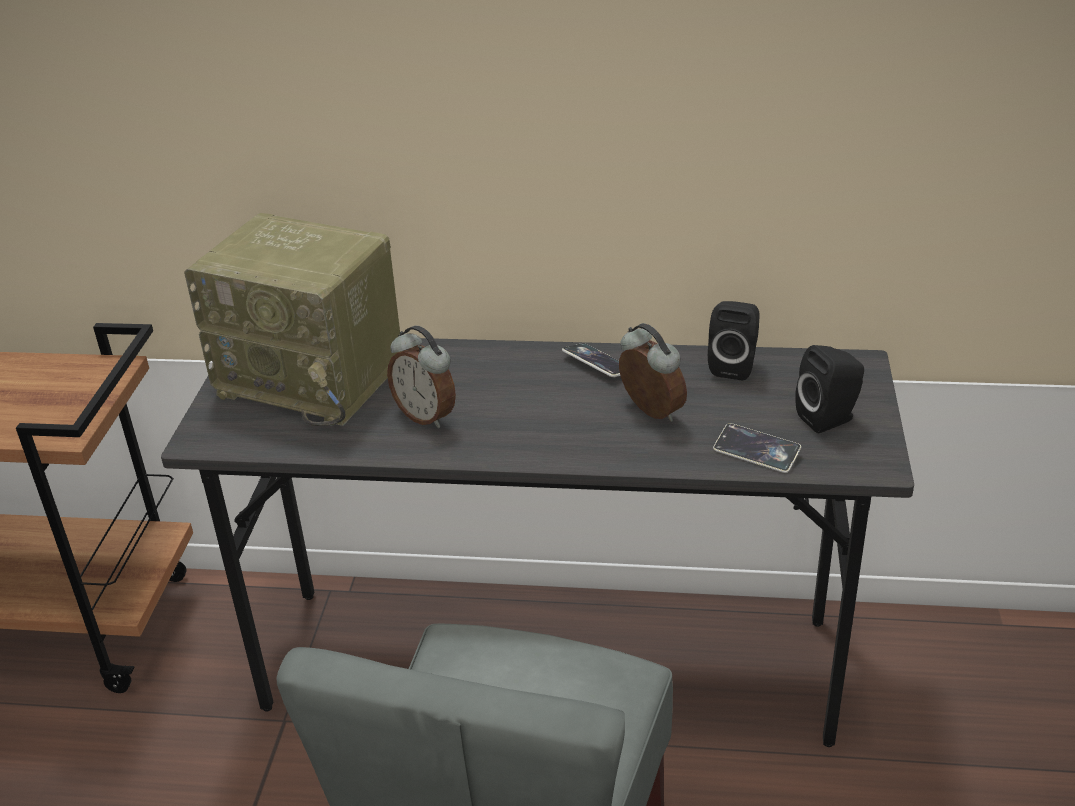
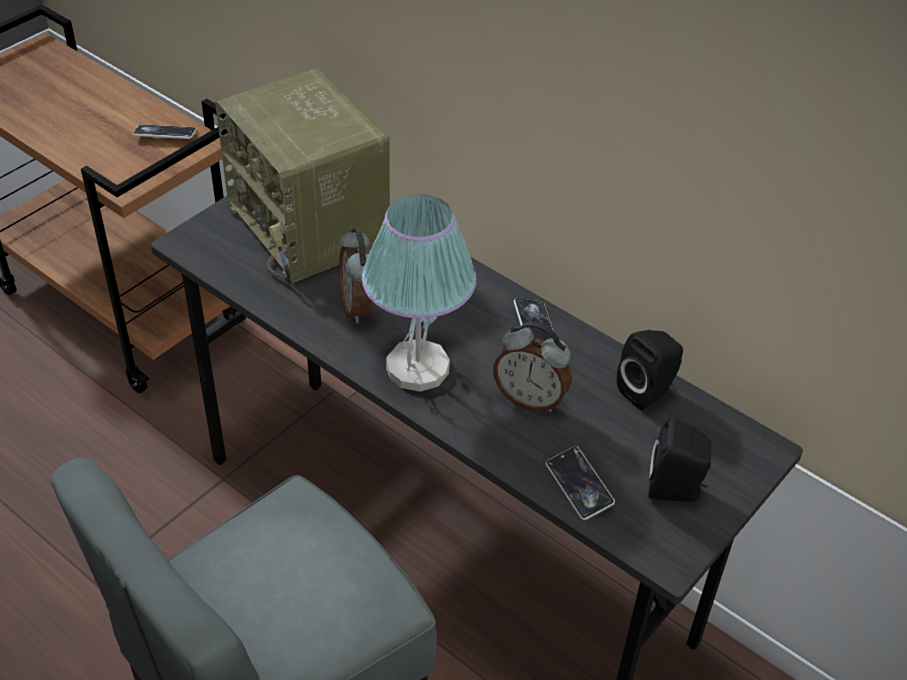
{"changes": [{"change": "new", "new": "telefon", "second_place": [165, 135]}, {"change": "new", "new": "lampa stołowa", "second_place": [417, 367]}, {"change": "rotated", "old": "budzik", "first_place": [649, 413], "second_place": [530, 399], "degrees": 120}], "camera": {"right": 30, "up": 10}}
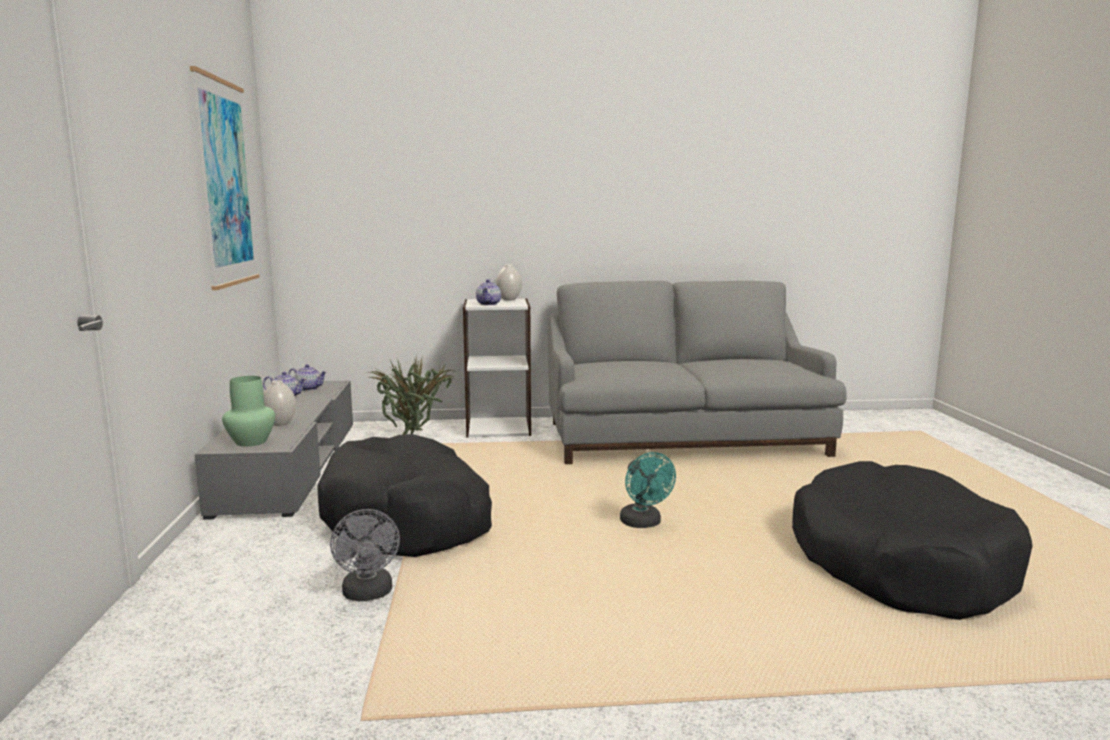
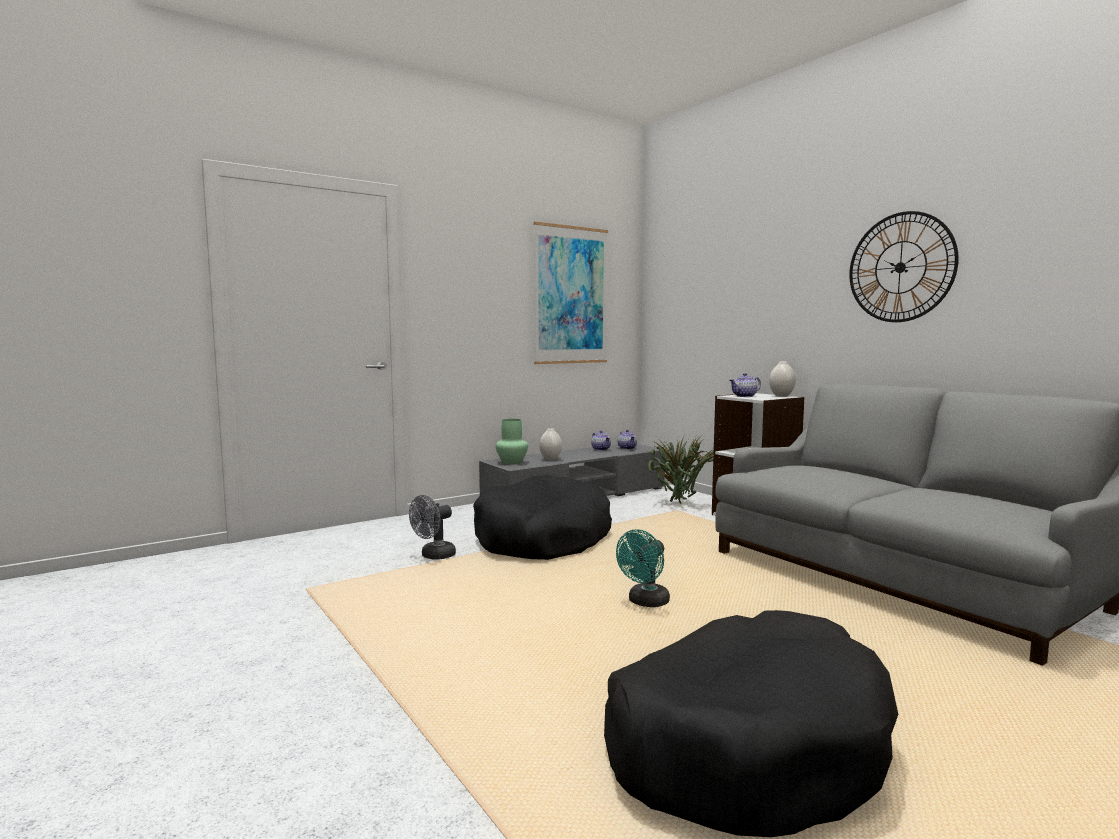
{"changes": [{"change": "new", "new": "zegar ścienny", "second_place": [900, 267]}], "camera": {"right": 60, "up": -5}}
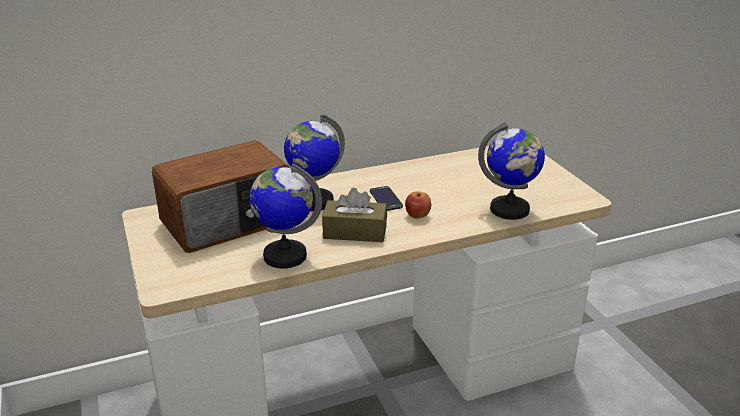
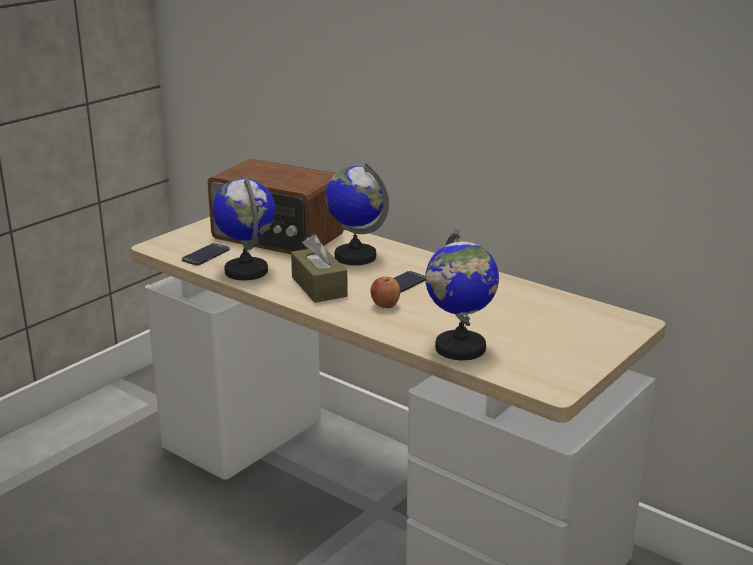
{"changes": [{"change": "new", "new": "telefon", "second_place": [206, 255]}], "camera": {"right": 60, "up": -5}}
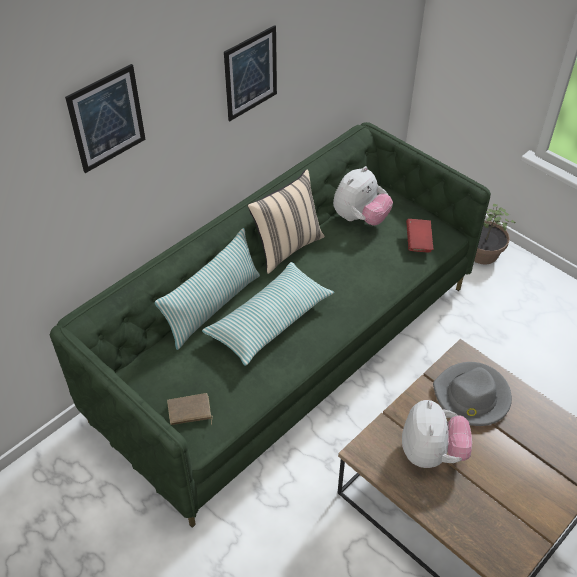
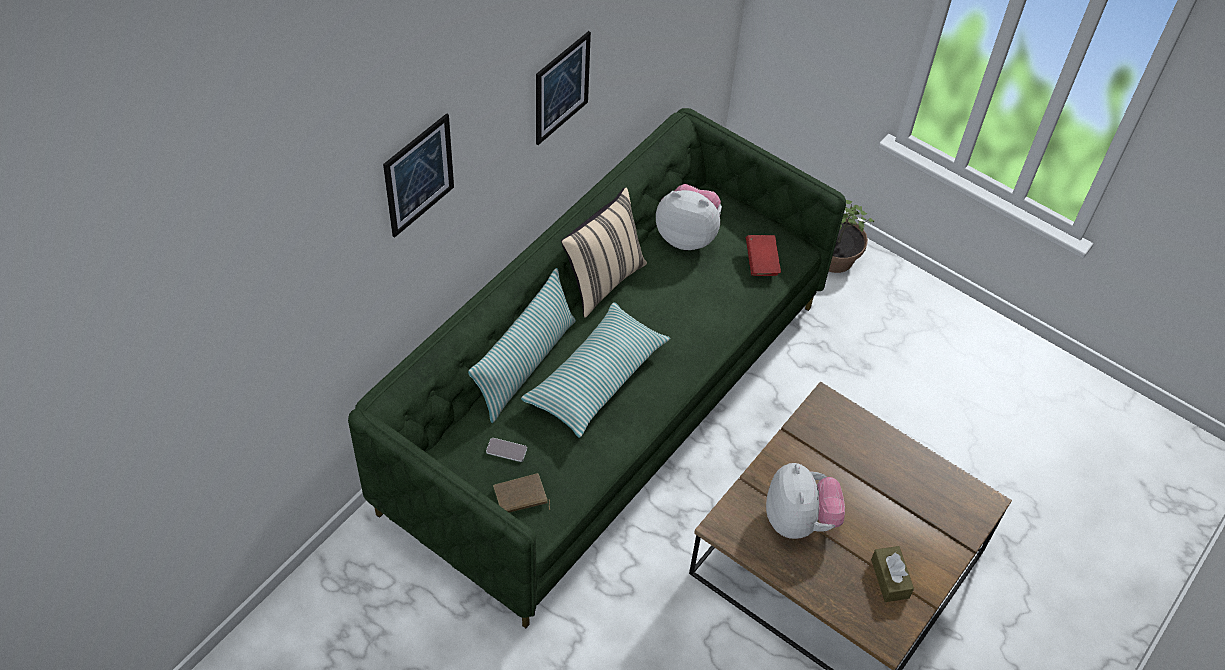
{"changes": [{"change": "new", "new": "telefon", "second_place": [506, 450]}, {"change": "rotated", "old": "pluszak", "first_place": [360, 218], "second_place": [687, 235], "degrees": -105}, {"change": "new", "new": "pudełko chusteczek (brązowy)", "second_place": [890, 578]}, {"change": "gone", "old": "kapelusz (szary)", "first_place": [472, 396]}], "camera": {"right": -10, "up": 5}}
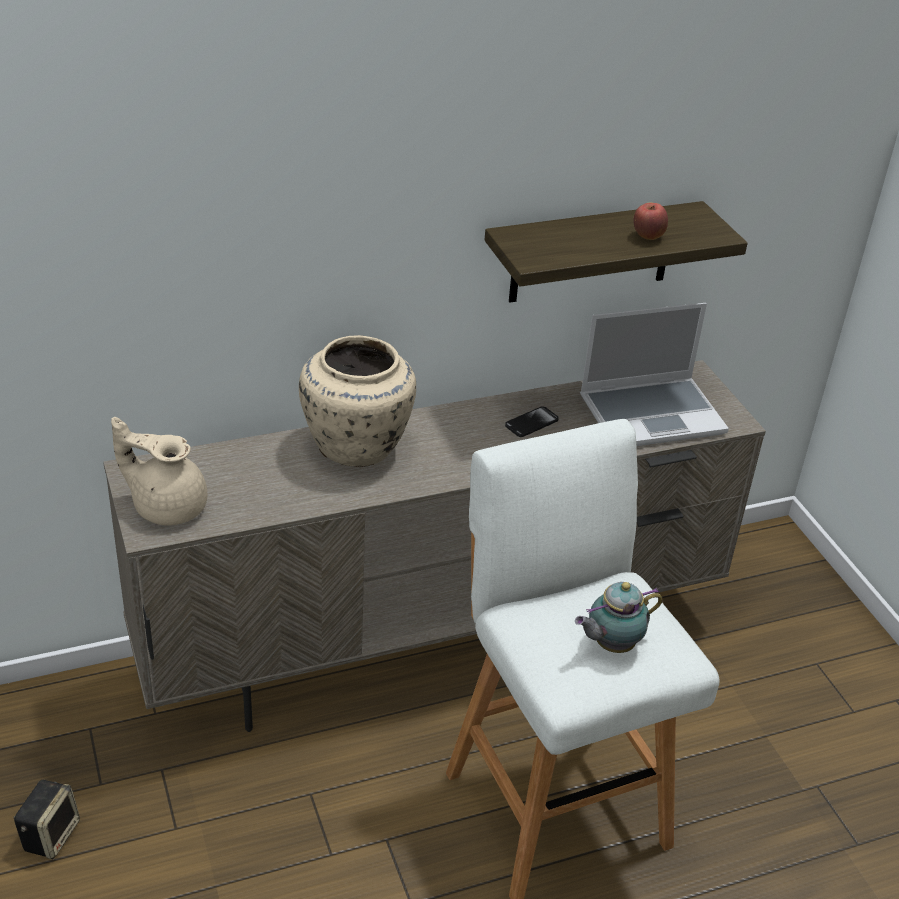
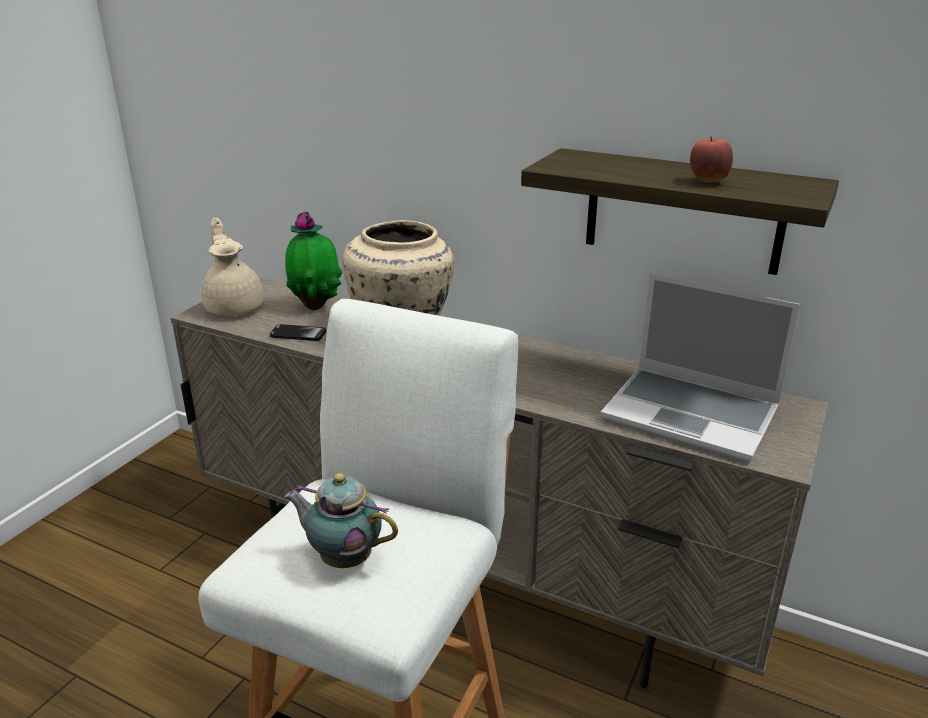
{"changes": [{"change": "shifted", "old": "telefon", "first_place": [531, 423], "second_place": [298, 334]}, {"change": "new", "new": "roślina doniczkowa", "second_place": [316, 306]}, {"change": "gone", "old": "głośnik", "first_place": [50, 834]}], "camera": {"right": 50, "up": -10}}
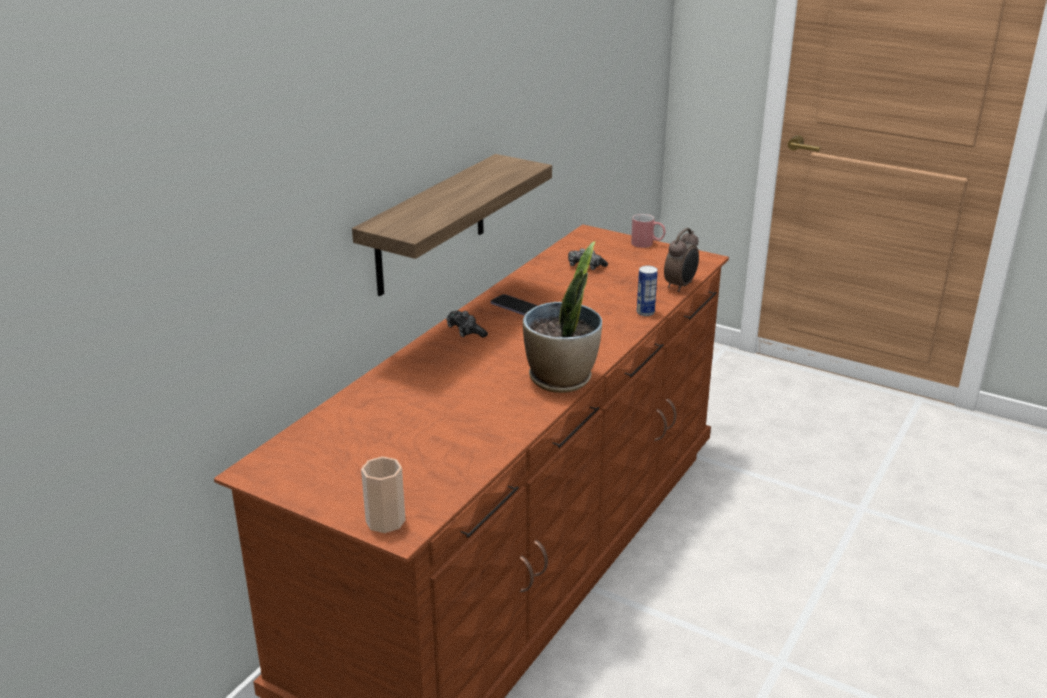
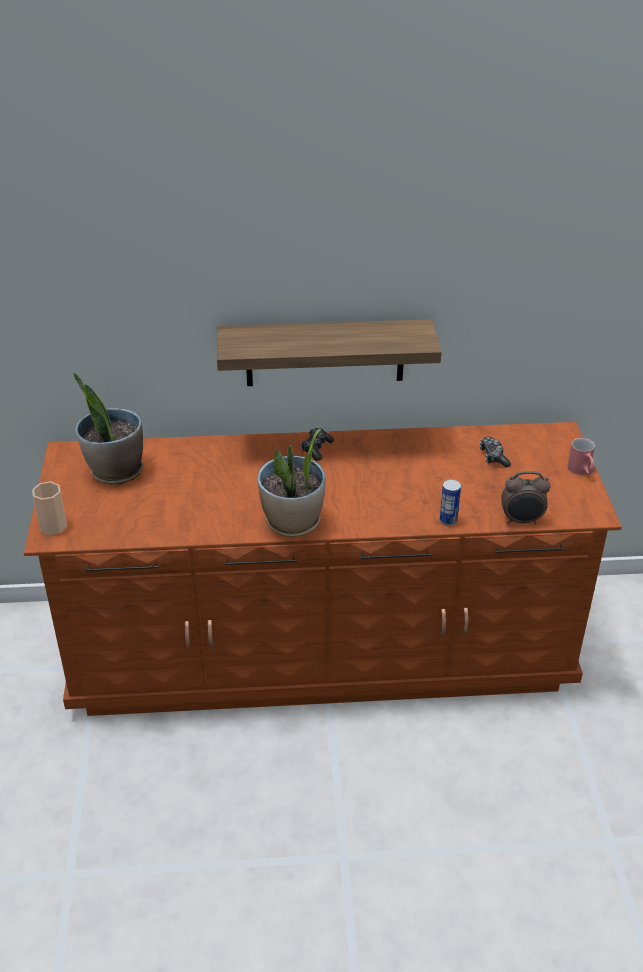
{"changes": [{"change": "new", "new": "roślina doniczkowa", "second_place": [115, 471]}, {"change": "gone", "old": "telefon", "first_place": [514, 306]}], "camera": {"right": 55, "up": 10}}
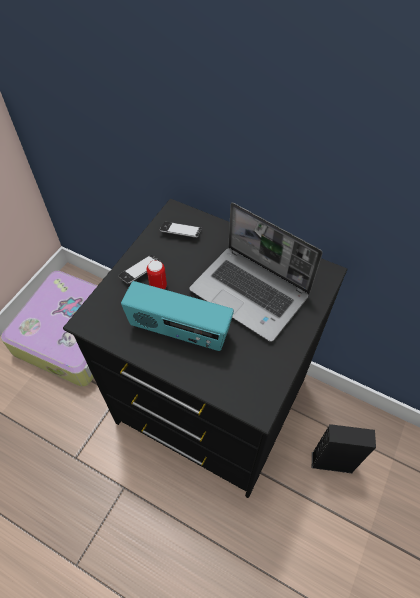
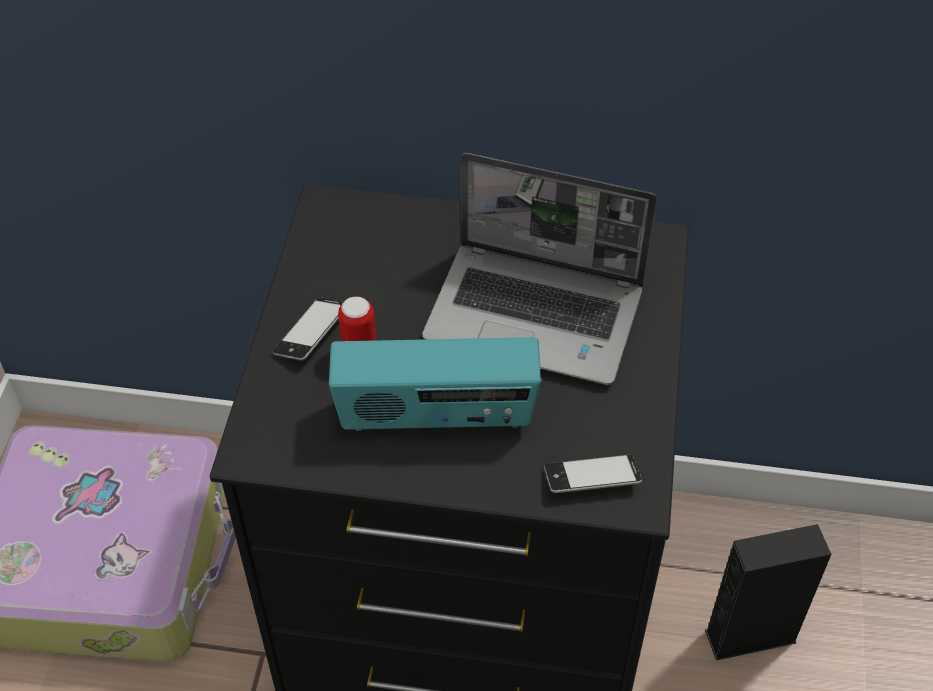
{"changes": [{"change": "shifted", "old": "telefon", "first_place": [180, 232], "second_place": [591, 478]}], "camera": {"right": -20, "up": -5}}
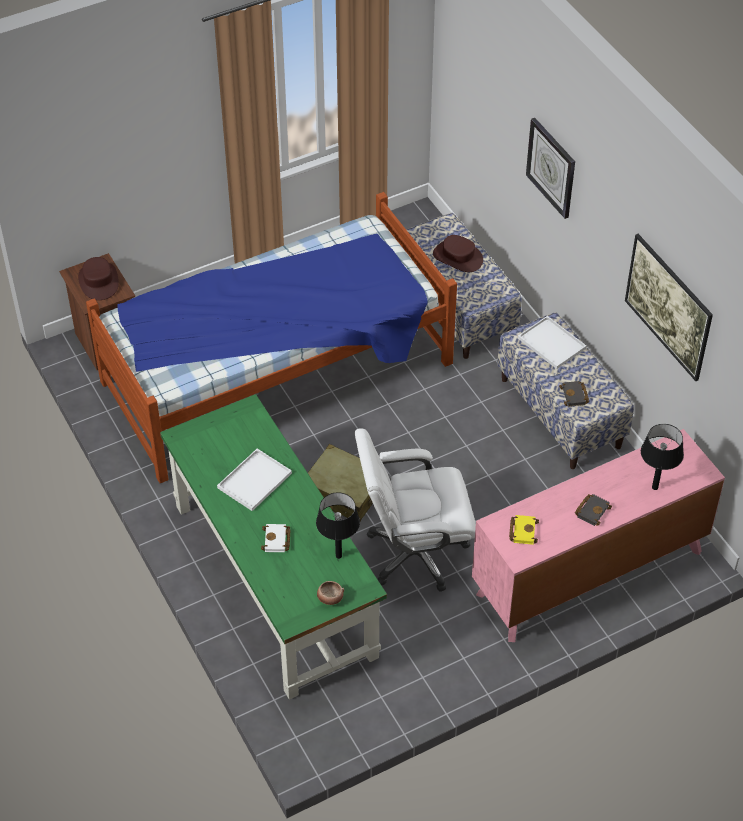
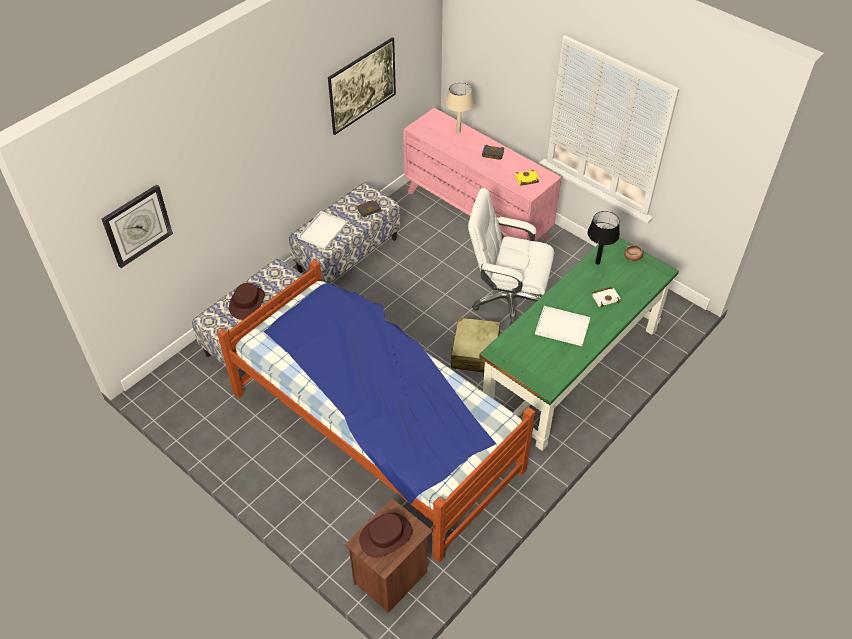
{"changes": [{"change": "shifted", "old": "zegar ścienny", "first_place": [551, 167], "second_place": [137, 225]}, {"change": "repainted", "old": "lampa stołowa (czarny)", "new": "lampa stołowa (beżowy)", "first_place": [655, 487], "second_place": [458, 132]}, {"change": "rotated", "old": "krzesło biurowe (biały)", "first_place": [415, 553], "second_place": [507, 299], "degrees": 135}], "camera": {"right": -110, "up": 0}}
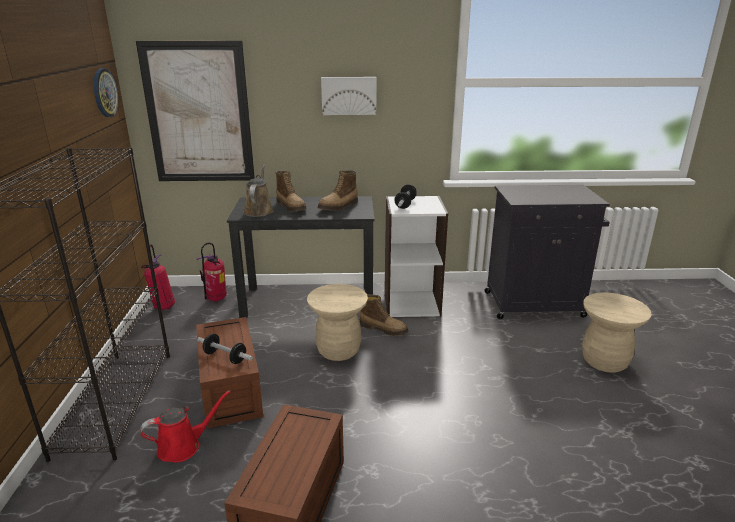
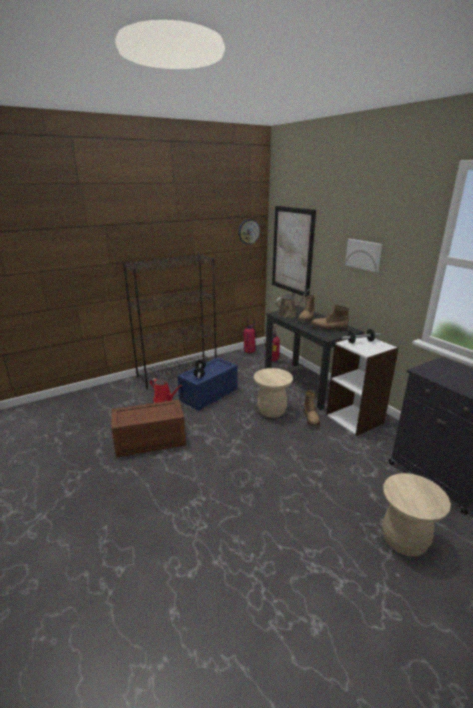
{"changes": [{"change": "repainted", "old": "pojemnik do przechowywania (brązowy)", "new": "pojemnik do przechowywania (niebieski)", "first_place": [232, 390], "second_place": [209, 395]}], "camera": {"right": 60, "up": 0}}
